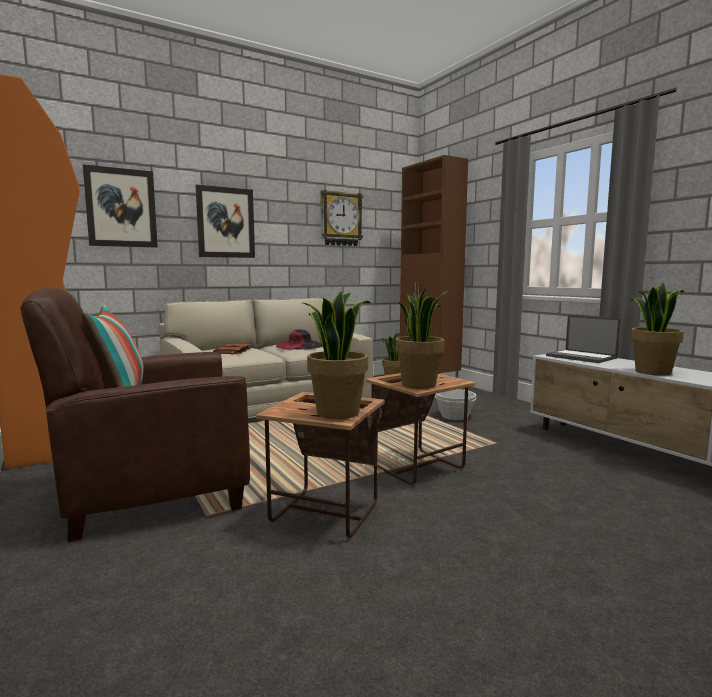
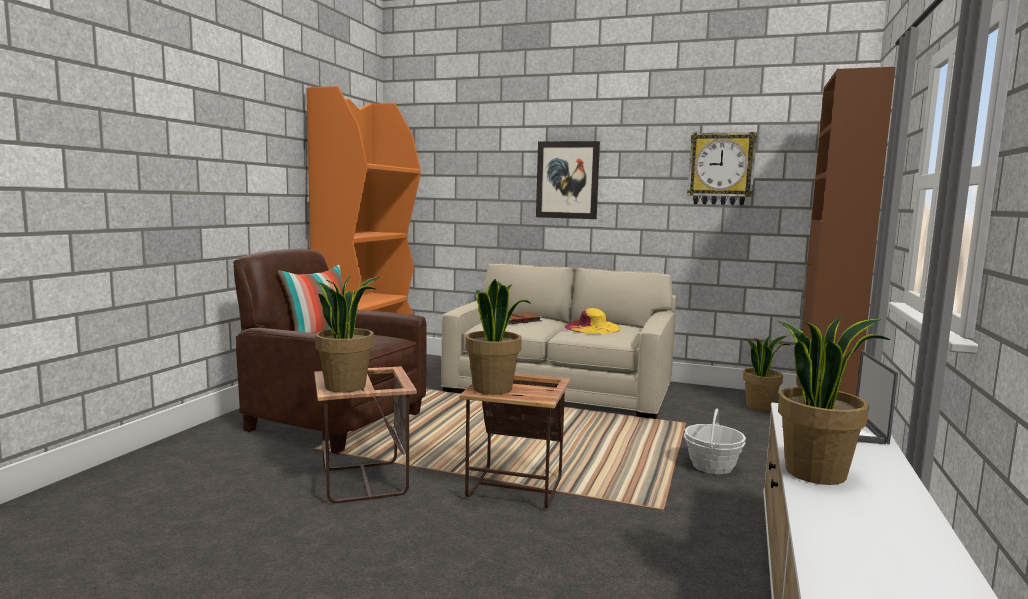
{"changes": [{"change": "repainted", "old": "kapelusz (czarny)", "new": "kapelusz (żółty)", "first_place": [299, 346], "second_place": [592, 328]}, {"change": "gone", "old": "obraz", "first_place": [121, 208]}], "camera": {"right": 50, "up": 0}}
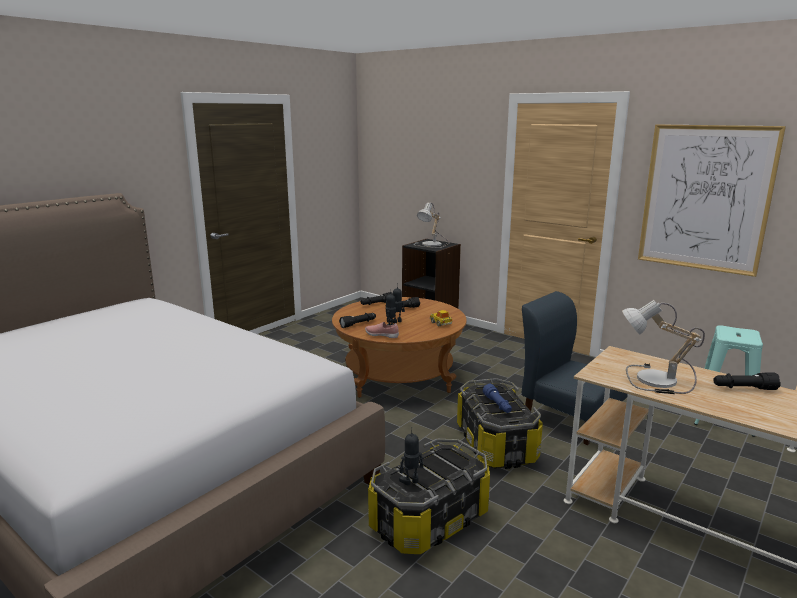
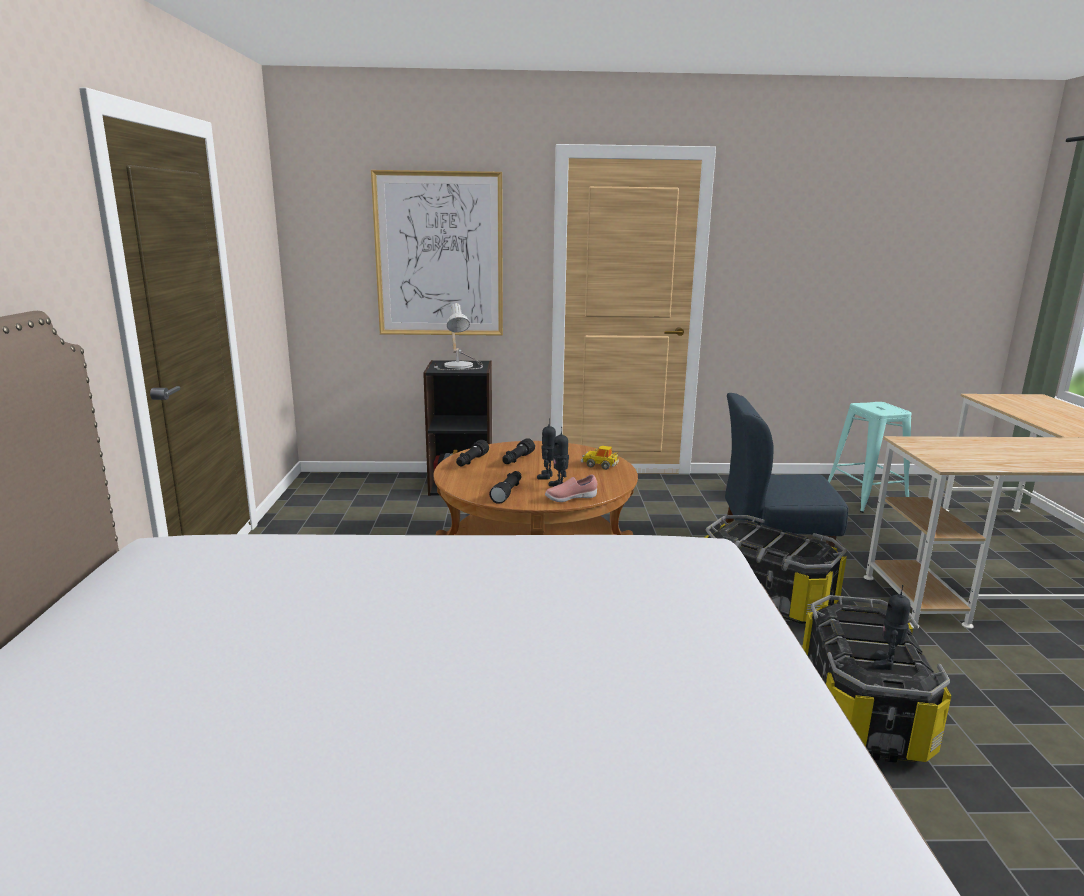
{"changes": [{"change": "shifted", "old": "obraz", "first_place": [705, 198], "second_place": [439, 255]}, {"change": "gone", "old": "latarka (niebieski)", "first_place": [498, 405]}, {"change": "gone", "old": "lampa stołowa", "first_place": [654, 381]}, {"change": "gone", "old": "latarka (czarny)", "first_place": [743, 388]}], "camera": {"right": -40, "up": 0}}
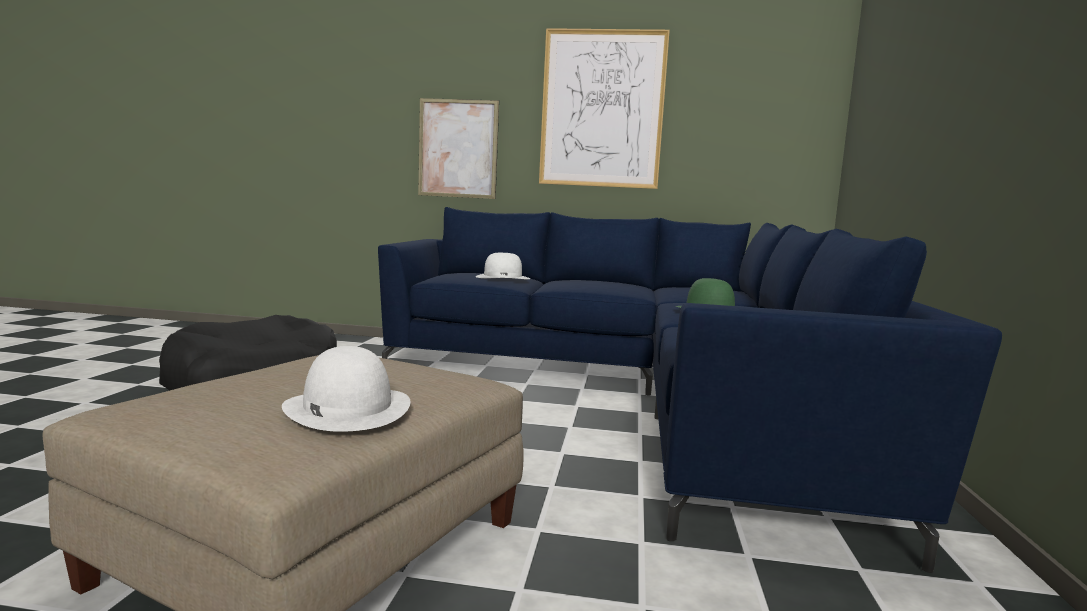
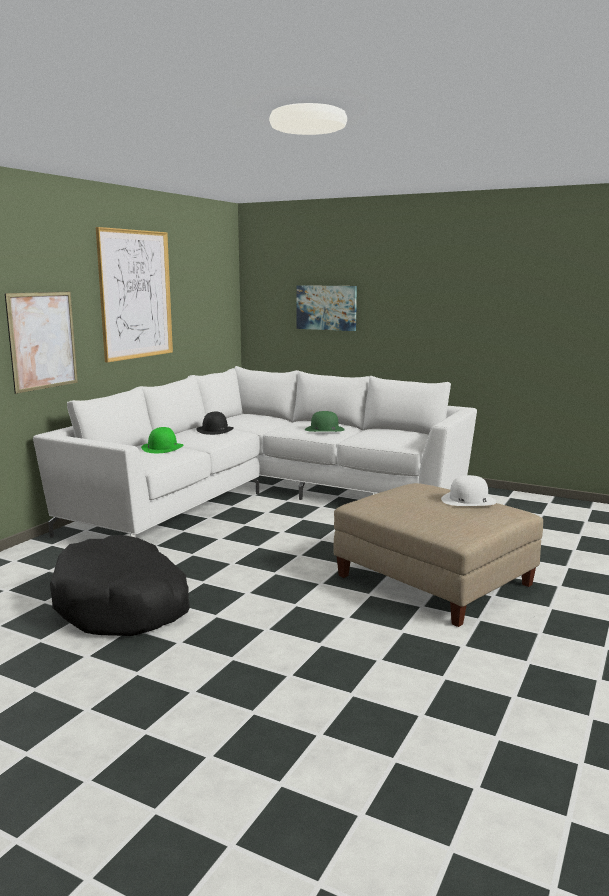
{"changes": [{"change": "repainted", "old": "kanapa (niebieski)", "new": "kanapa (biały)", "first_place": [639, 398], "second_place": [262, 496]}, {"change": "repainted", "old": "kapelusz (biały)", "new": "kapelusz (zielony)", "first_place": [503, 277], "second_place": [162, 447]}, {"change": "new", "new": "kapelusz (czarny)", "second_place": [215, 430]}, {"change": "new", "new": "obraz", "second_place": [326, 307]}], "camera": {"right": -70, "up": 5}}
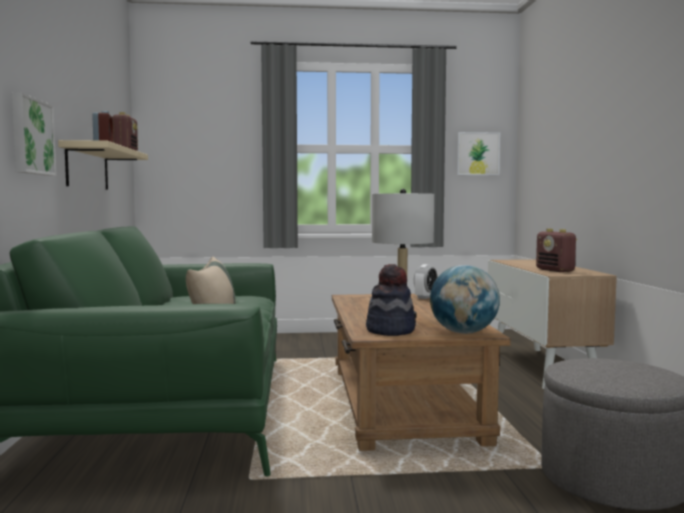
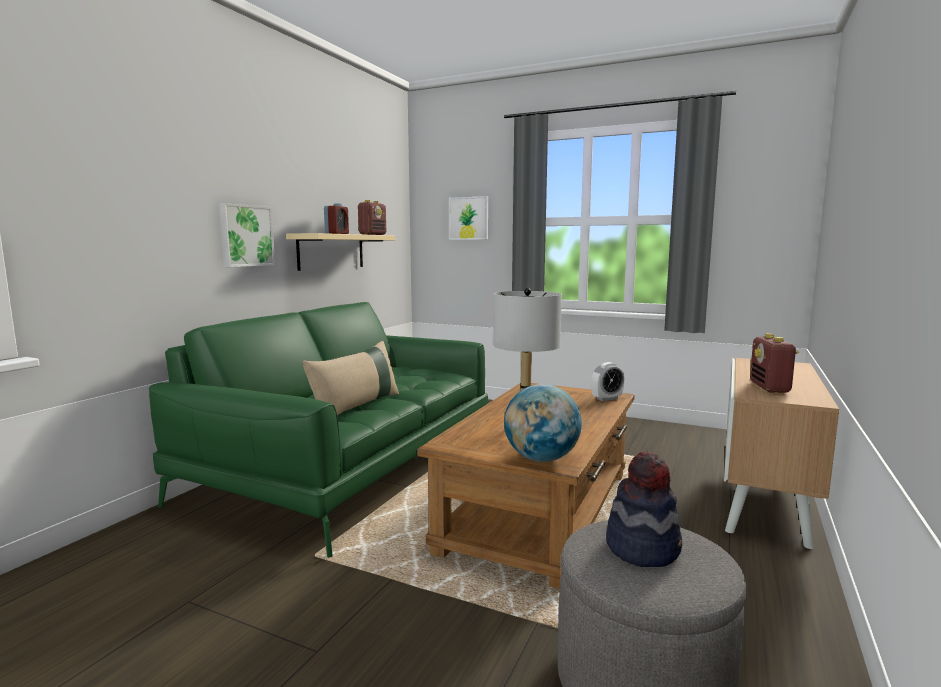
{"changes": [{"change": "shifted", "old": "obraz", "first_place": [478, 154], "second_place": [468, 218]}, {"change": "shifted", "old": "kapelusz", "first_place": [390, 330], "second_place": [643, 548]}], "camera": {"right": 30, "up": 5}}
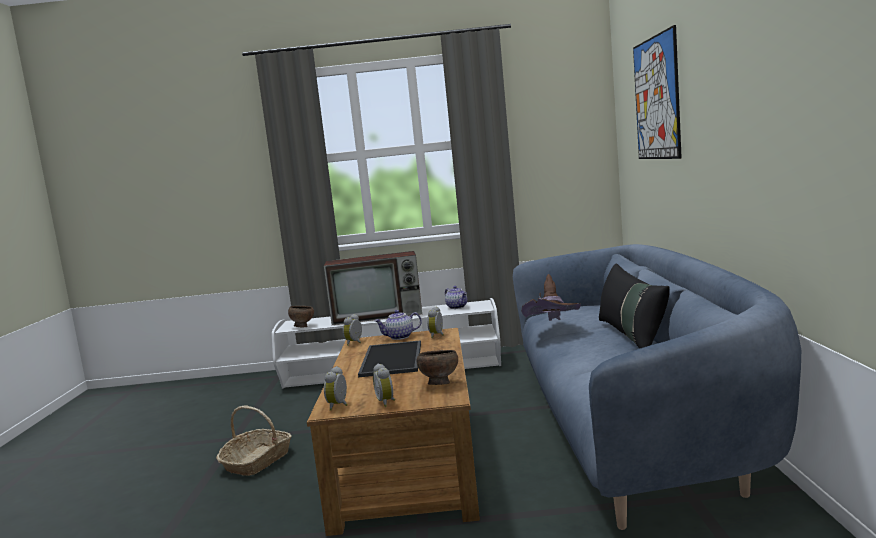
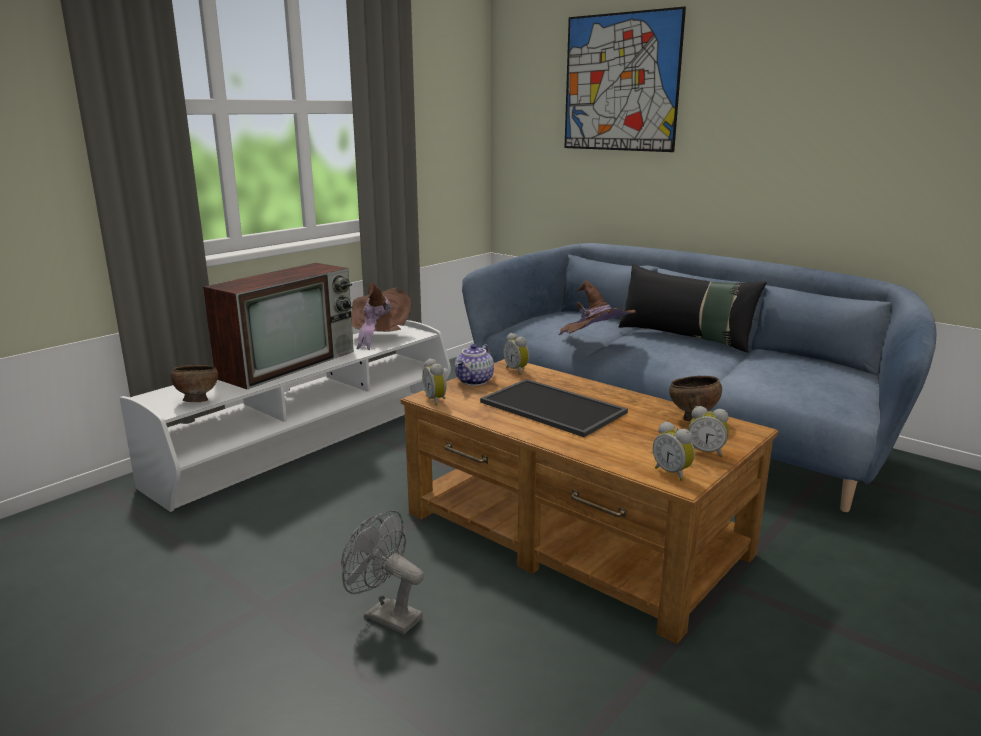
{"changes": [{"change": "swapped", "old": "koszyk", "new": "wentylator (szary)", "first_place": [257, 461], "second_place": [385, 615]}, {"change": "swapped", "old": "imbryk", "new": "kapelusz (brązowy)", "first_place": [457, 307], "second_place": [378, 336]}], "camera": {"right": -50, "up": 10}}
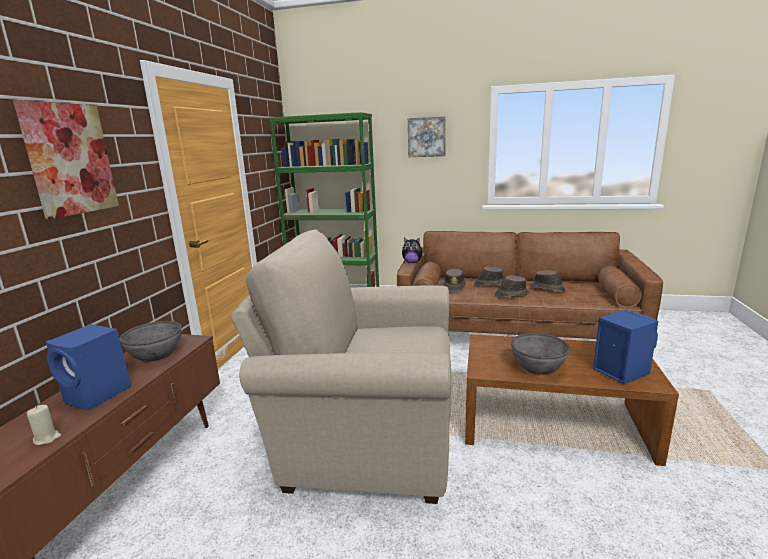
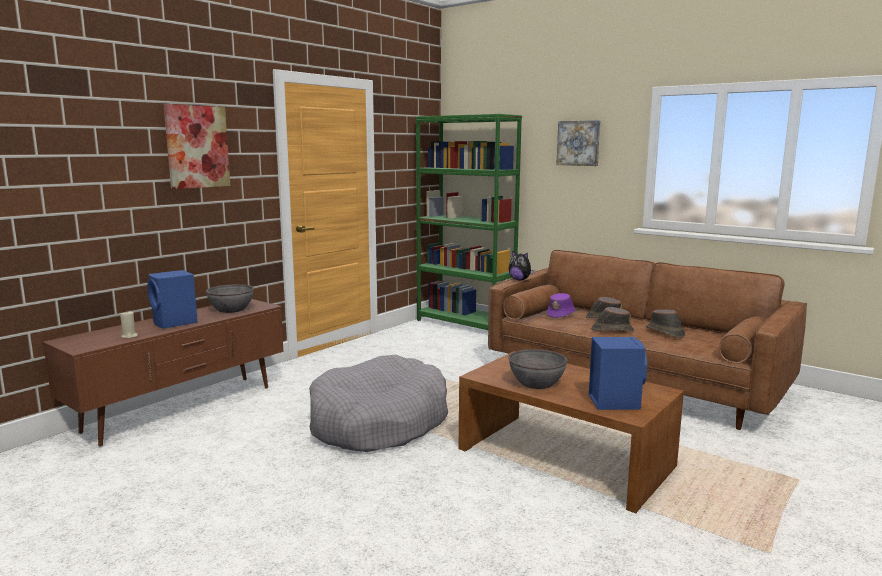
{"changes": [{"change": "swapped", "old": "fotel (beżowy)", "new": "legowisko (szary)", "first_place": [364, 436], "second_place": [378, 422]}, {"change": "repainted", "old": "kapelusz (brązowy)", "new": "kapelusz (fioletowy)", "first_place": [454, 287], "second_place": [561, 314]}], "camera": {"right": 25, "up": -5}}
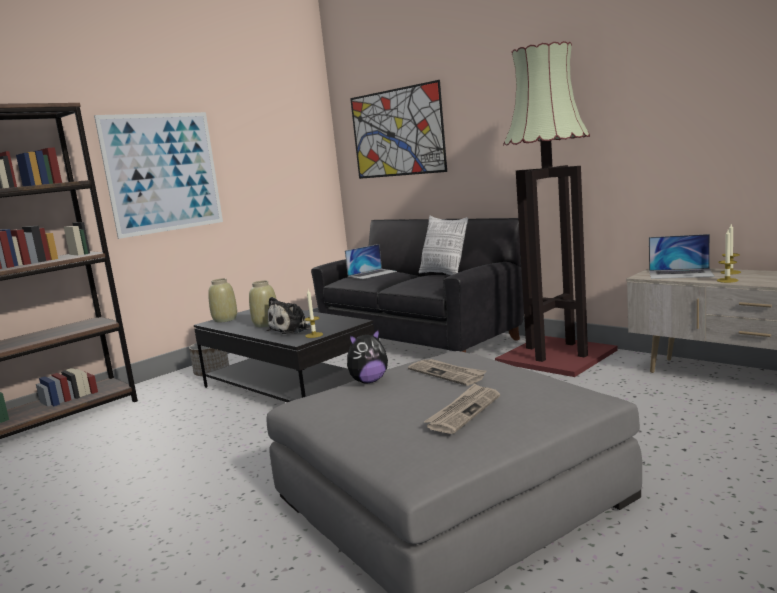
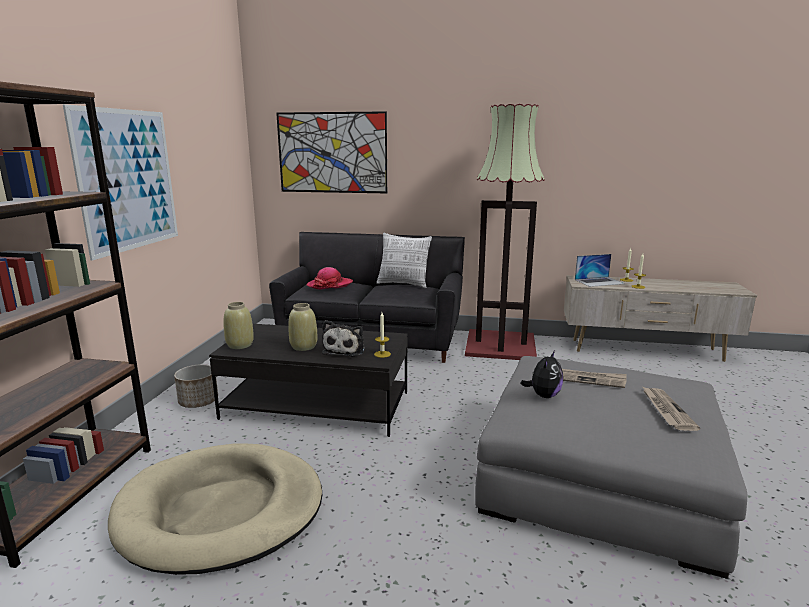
{"changes": [{"change": "new", "new": "legowisko (beżowy)", "second_place": [221, 511]}, {"change": "swapped", "old": "laptop", "new": "kapelusz", "first_place": [372, 273], "second_place": [330, 285]}], "camera": {"right": -35, "up": 5}}
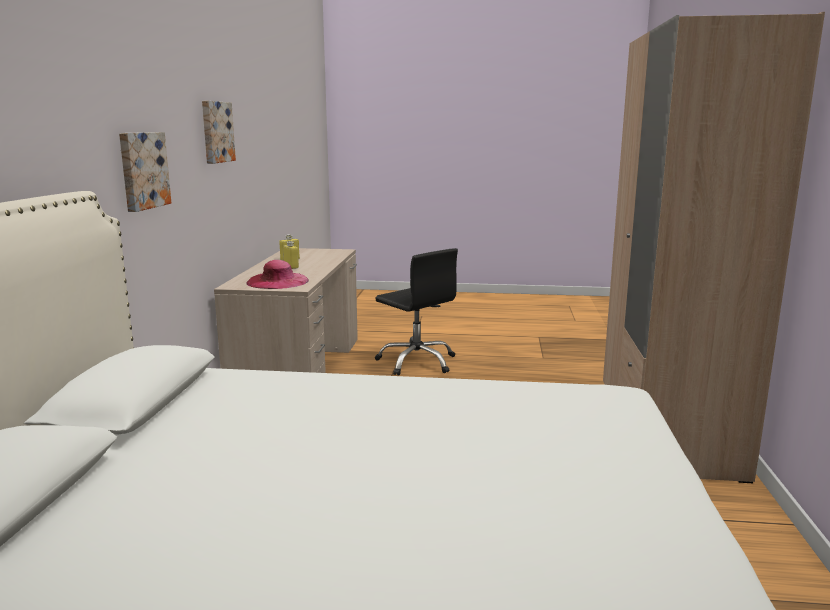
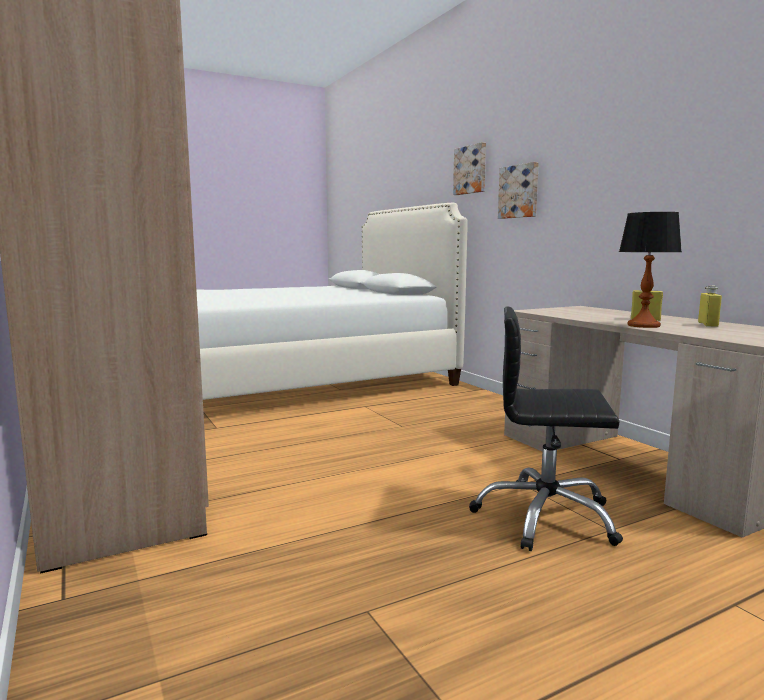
{"changes": [{"change": "shifted", "old": "obraz", "first_place": [216, 132], "second_place": [471, 170]}, {"change": "new", "new": "lampa stołowa", "second_place": [643, 325]}, {"change": "gone", "old": "kapelusz (różowy)", "first_place": [277, 281]}], "camera": {"right": 145, "up": -5}}
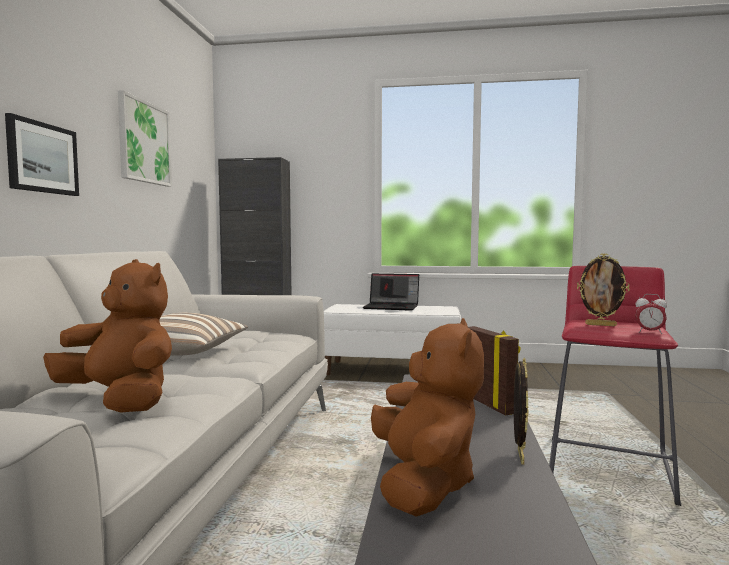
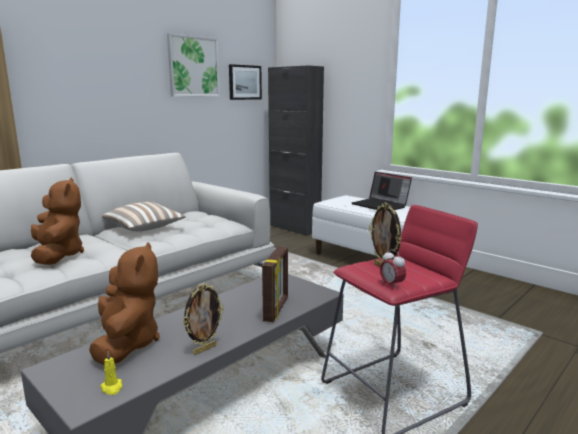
{"changes": [{"change": "rotated", "old": "pluszak (brązowy)", "first_place": [423, 483], "second_place": [127, 344], "degrees": -45}, {"change": "new", "new": "świeca (żółty)", "second_place": [112, 388]}, {"change": "shifted", "old": "obraz", "first_place": [42, 158], "second_place": [244, 82]}], "camera": {"right": 35, "up": 10}}
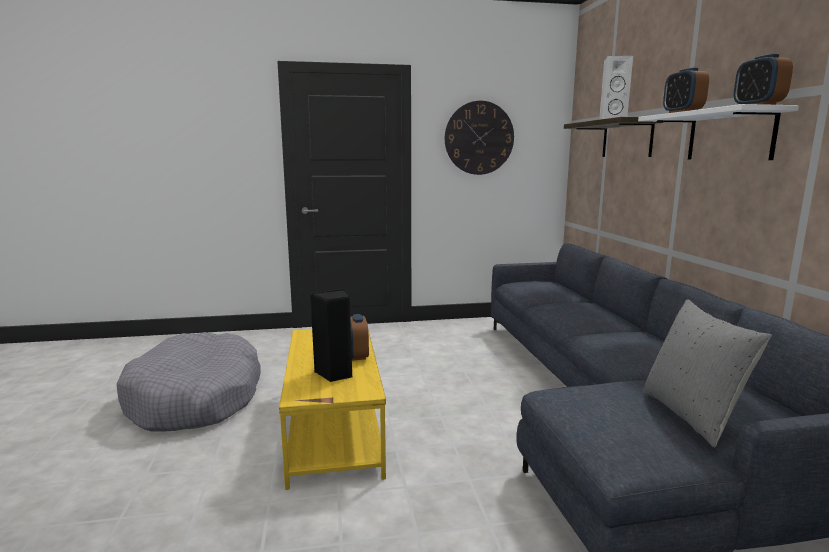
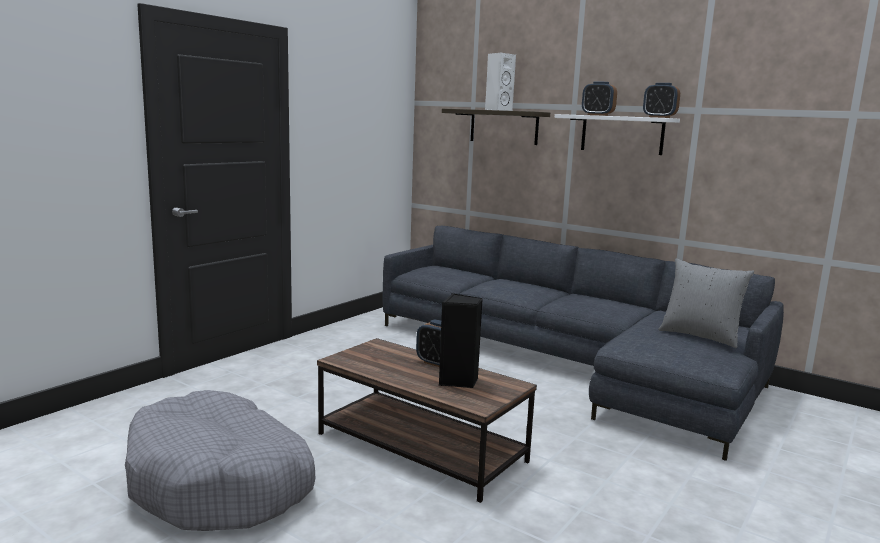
{"changes": [{"change": "repainted", "old": "ława (żółty)", "new": "ława (brązowy)", "first_place": [335, 428], "second_place": [422, 447]}, {"change": "gone", "old": "zegar ścienny", "first_place": [479, 138]}], "camera": {"right": -45, "up": 0}}
